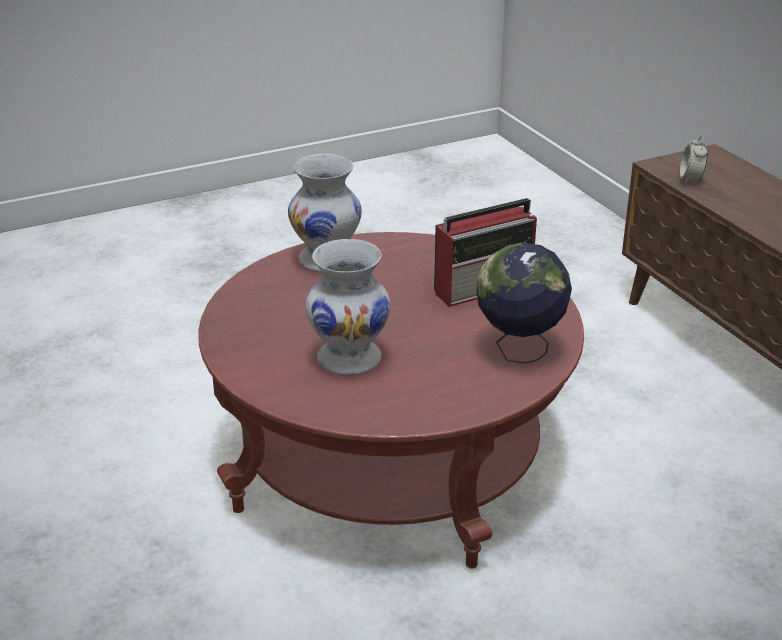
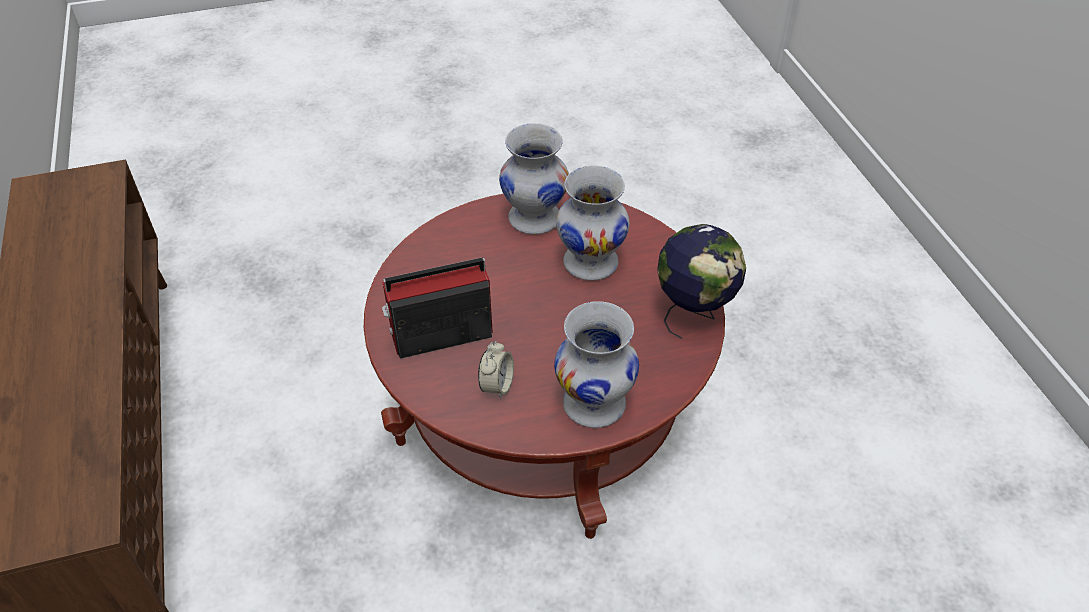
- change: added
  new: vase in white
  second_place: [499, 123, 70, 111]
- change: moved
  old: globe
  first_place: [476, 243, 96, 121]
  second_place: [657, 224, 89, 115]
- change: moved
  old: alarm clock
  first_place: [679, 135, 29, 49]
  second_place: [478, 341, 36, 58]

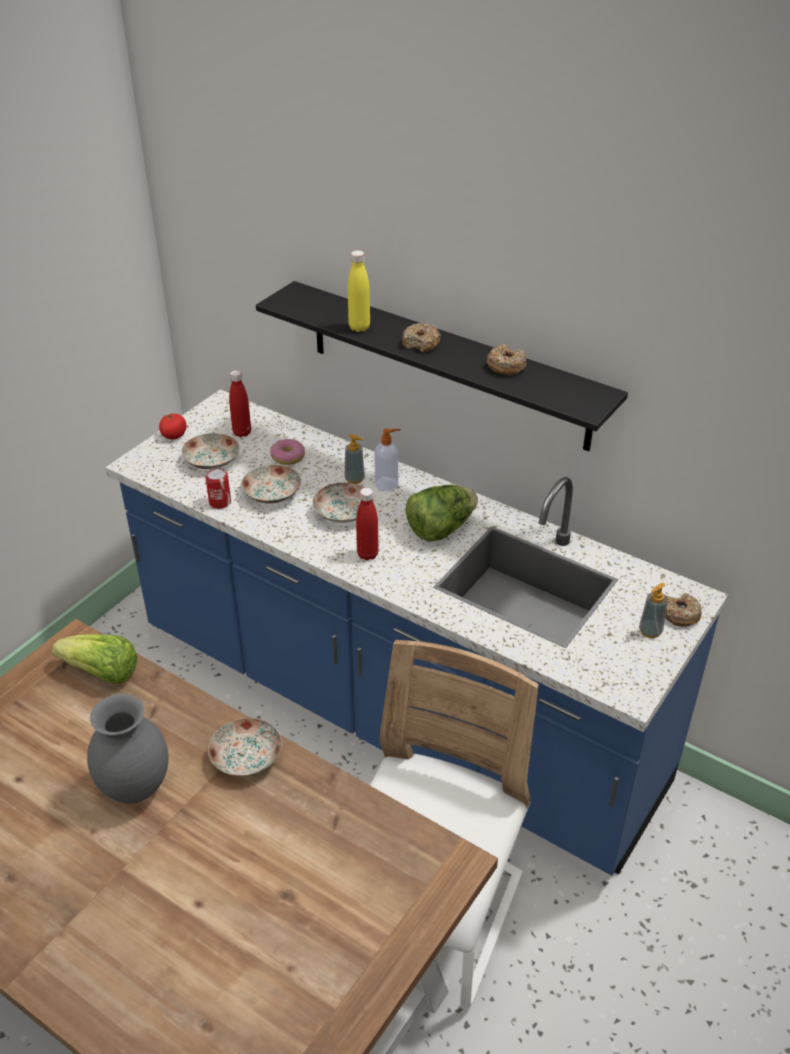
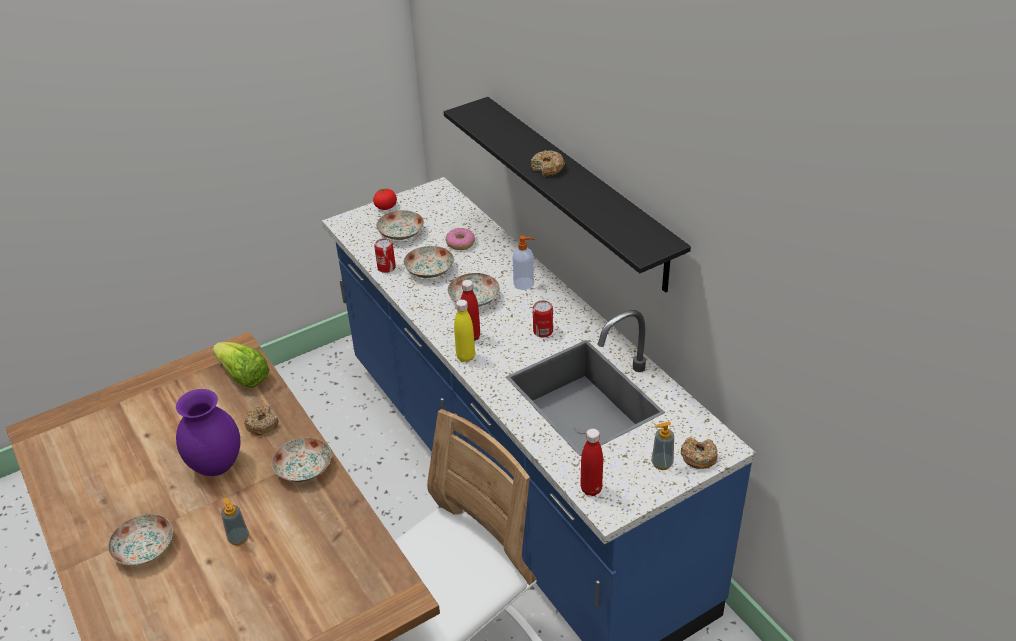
- change: added
  new: plate
  second_place: [108, 514, 65, 52]
- change: moved
  old: bottle in red
  first_place: [229, 370, 22, 67]
  second_place: [580, 428, 23, 68]
- change: moved
  old: soap dispenser
  first_place: [345, 434, 20, 50]
  second_place: [221, 498, 28, 47]
- change: moved
  old: bottle in yellow
  first_place: [348, 250, 22, 82]
  second_place: [454, 299, 21, 63]
- change: moved
  old: donut
  first_place: [487, 344, 40, 32]
  second_place: [244, 405, 35, 30]
- change: replaced
  old: lettuce
  new: can
  first_place: [405, 485, 73, 57]
  second_place: [533, 300, 20, 37]
- change: recoloured
  old: vase in grey
  new: vase in purple
  first_place: [87, 694, 82, 109]
  second_place: [176, 389, 65, 87]

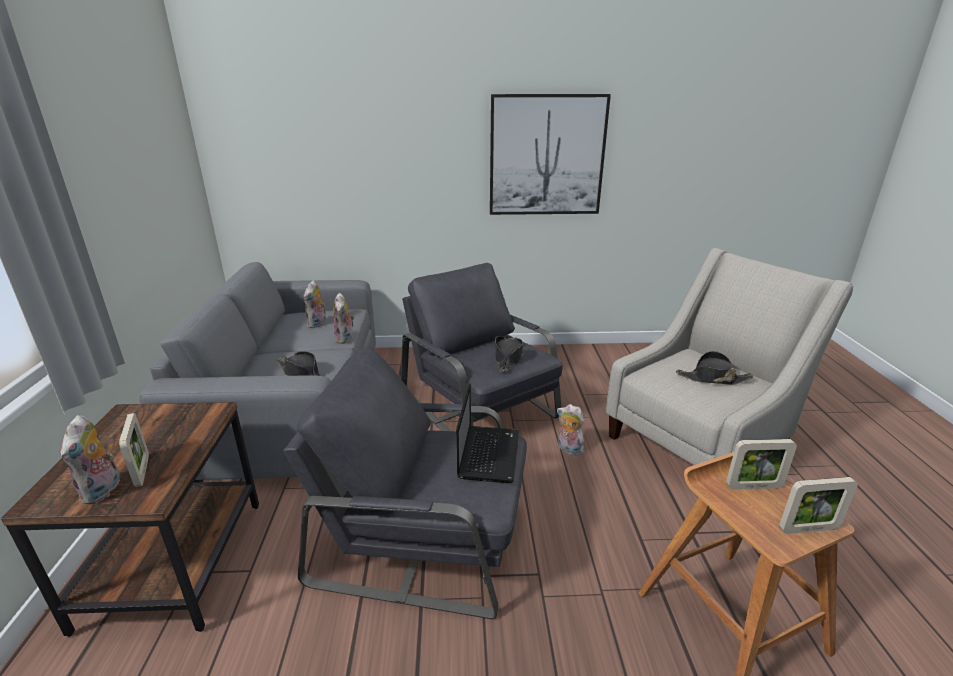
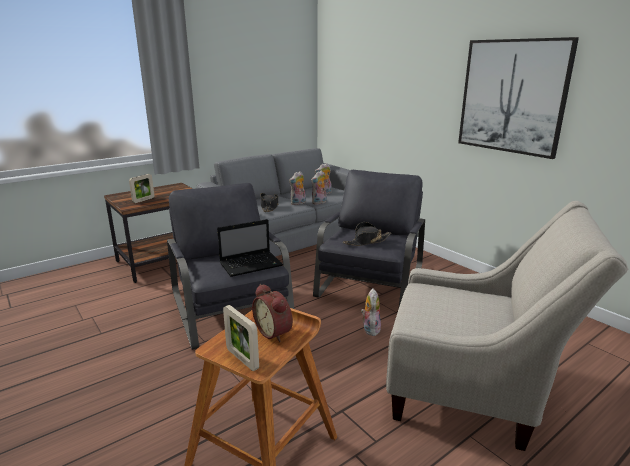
- change: removed
  old: hat in black
  first_place: [676, 351, 78, 34]
- change: moved
  old: plush toy
  first_place: [60, 415, 60, 90]
  second_place: [289, 171, 17, 34]
- change: replaced
  old: picture frame
  new: alarm clock
  first_place: [726, 439, 71, 51]
  second_place: [252, 284, 41, 58]

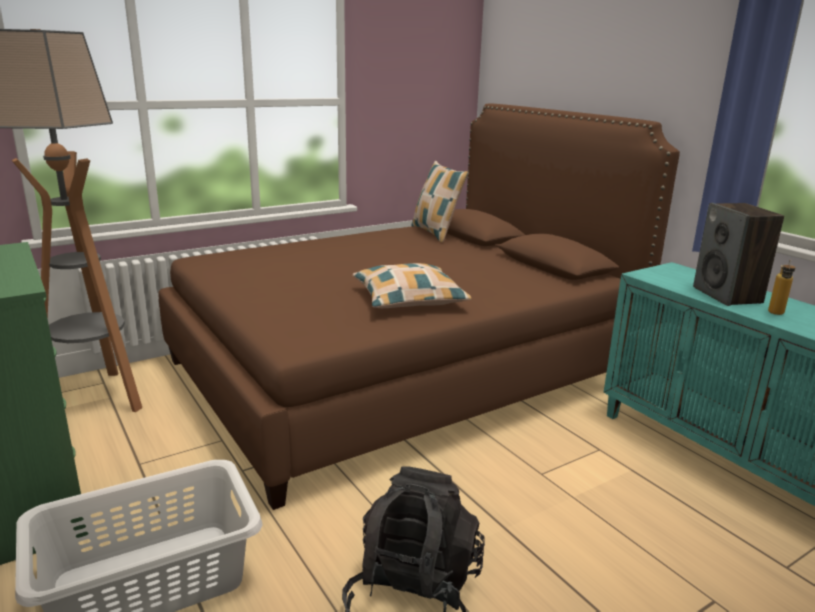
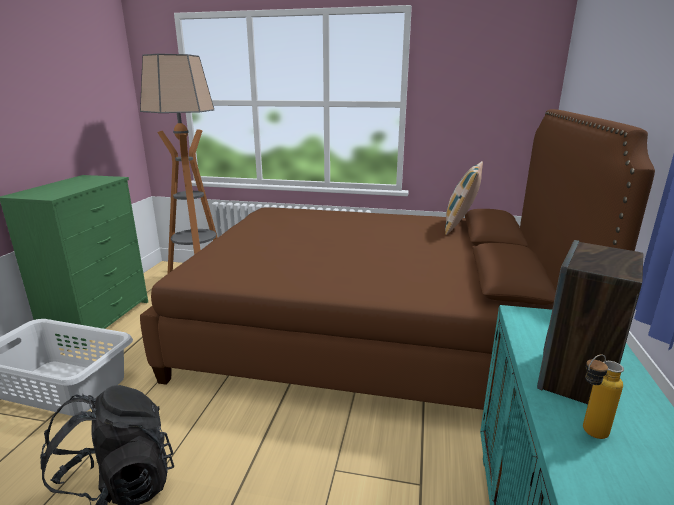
- change: removed
  old: pillow
  first_place: [353, 263, 118, 45]

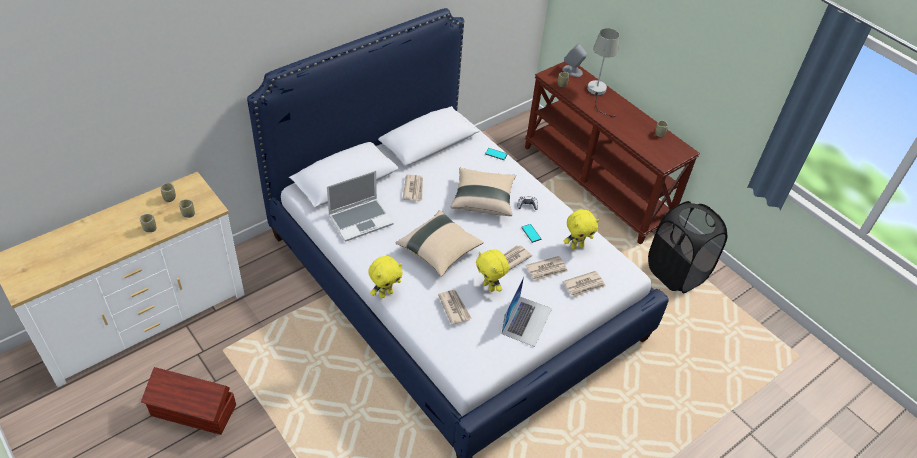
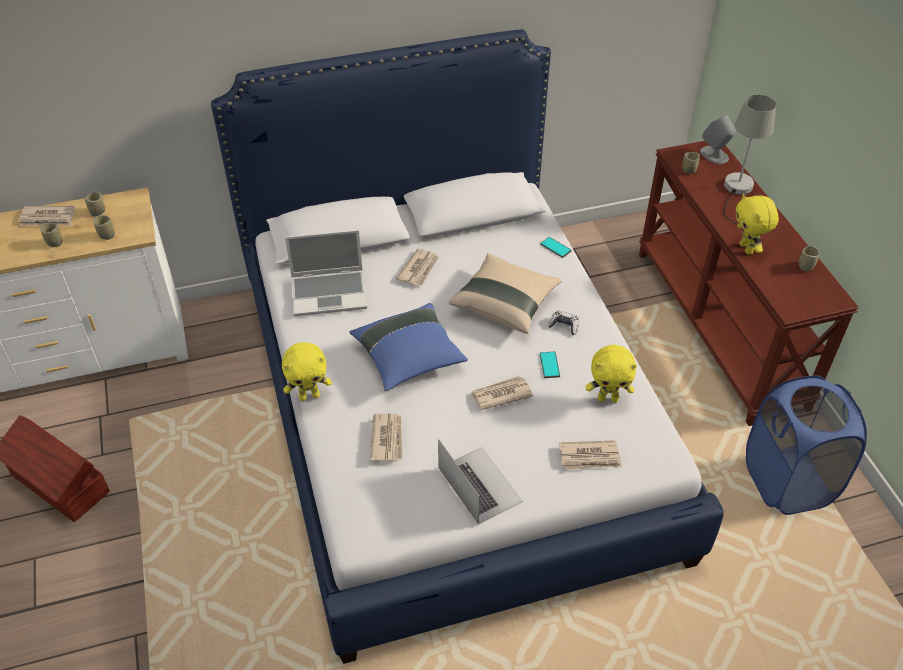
- change: moved
  old: plush toy in yellow
  first_place: [476, 249, 33, 43]
  second_place: [736, 194, 43, 60]
- change: moved
  old: newspaper
  first_place: [526, 256, 42, 25]
  second_place: [19, 206, 56, 20]
- change: recoloured
  old: pillow in beige
  new: pillow in blue
  first_place: [396, 210, 88, 67]
  second_place: [349, 303, 119, 88]
- change: recoloured
  old: laundry basket in black
  new: laundry basket in blue
  first_place: [648, 201, 79, 92]
  second_place: [746, 375, 121, 140]
- change: turned
  old: laptop
  first_place: [502, 277, 50, 70]
  second_place: [438, 439, 85, 86]
  degrees: -75

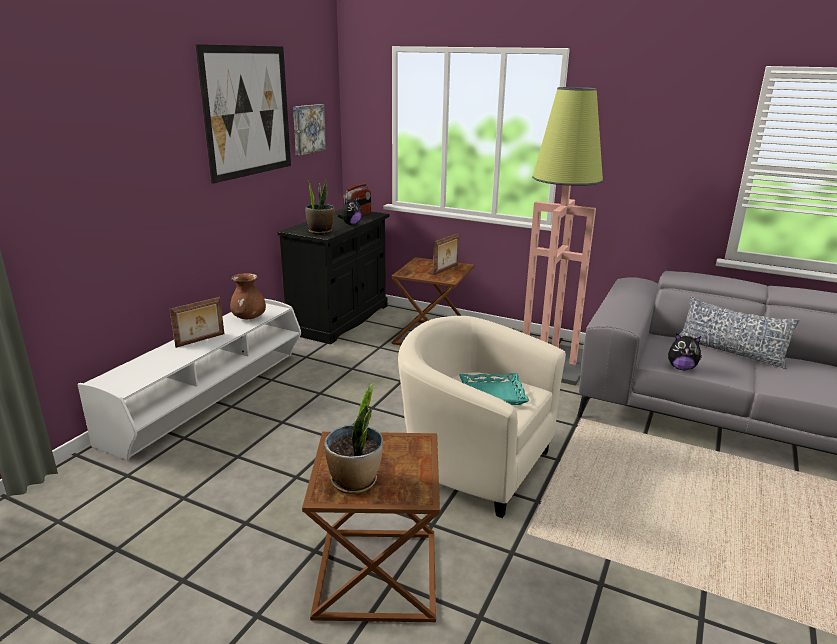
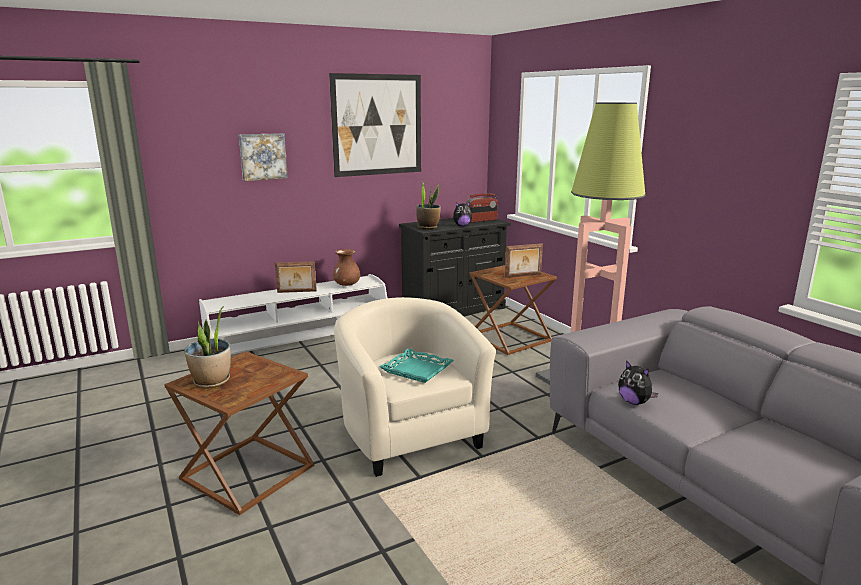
- change: removed
  old: pillow
  first_place: [675, 296, 125, 73]
- change: moved
  old: picture
  first_place: [293, 104, 33, 52]
  second_place: [238, 133, 50, 48]

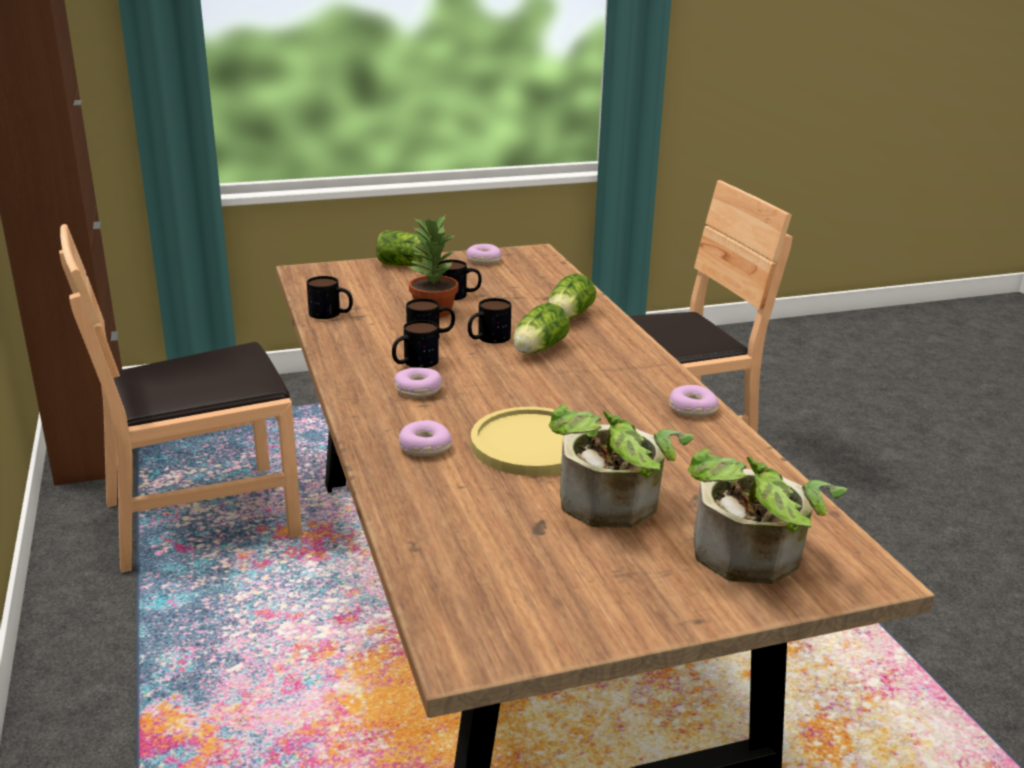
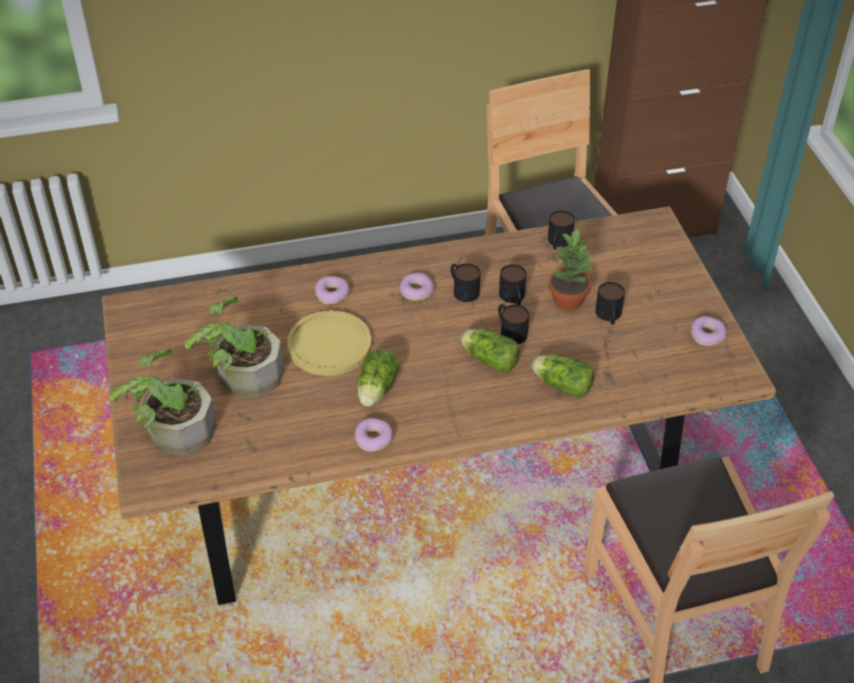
- change: moved
  old: lettuce
  first_place: [376, 230, 50, 36]
  second_place: [357, 349, 42, 57]

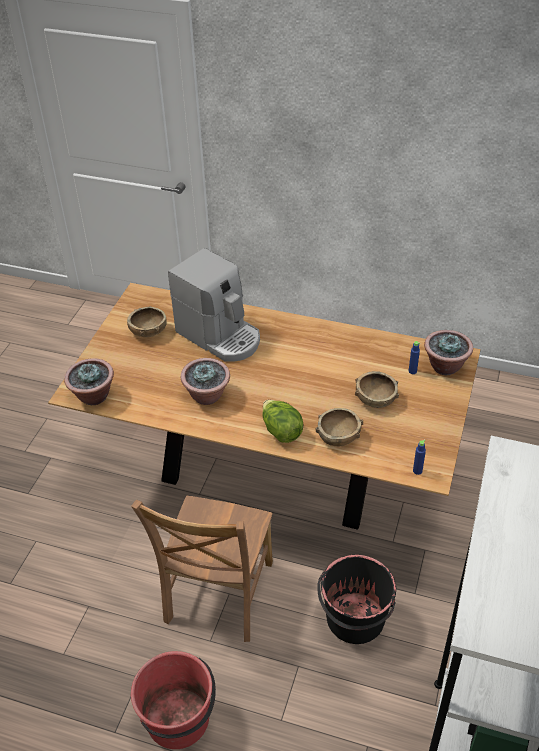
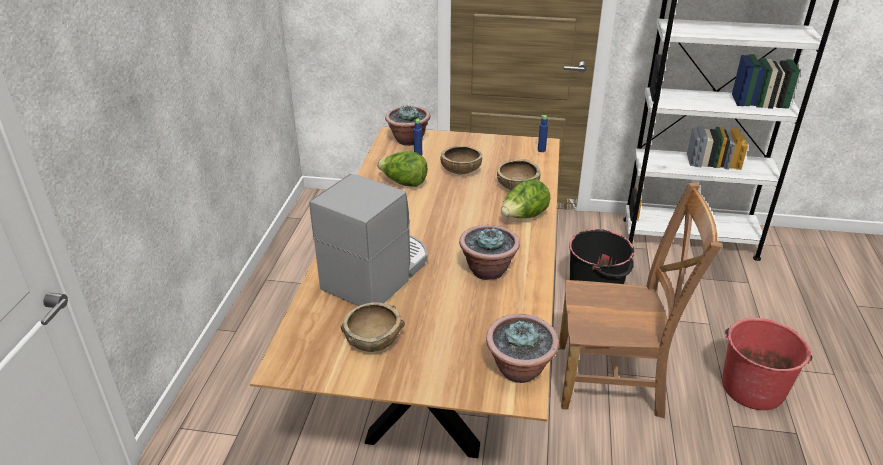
- change: added
  new: lettuce
  second_place: [377, 151, 50, 36]

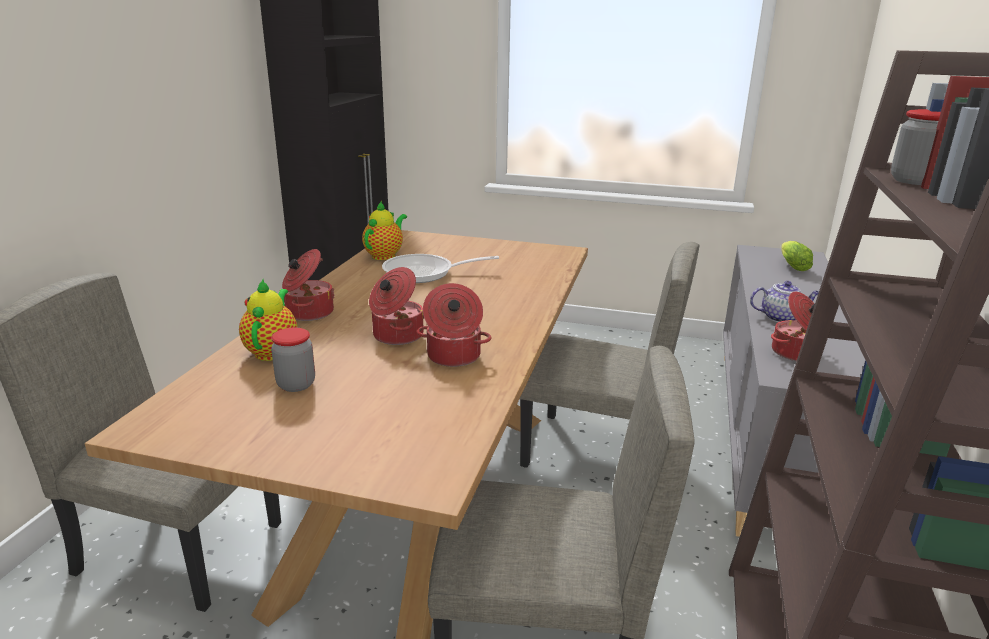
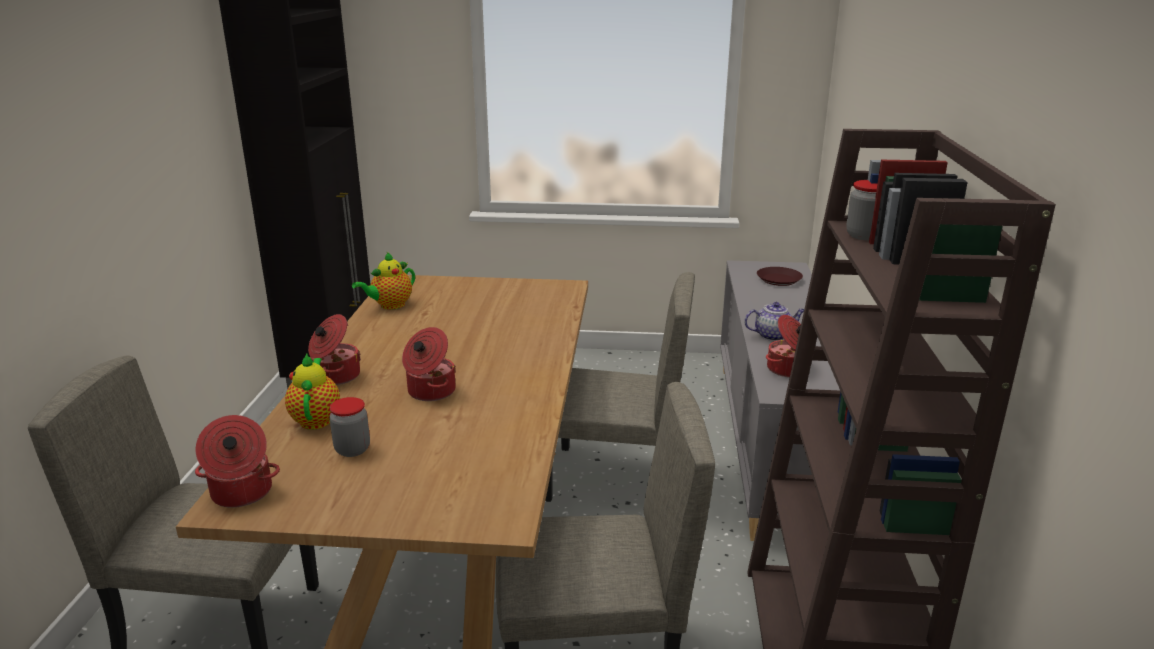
- change: removed
  old: frying pan
  first_place: [382, 254, 117, 29]
- change: moved
  old: cooking pot
  first_place: [416, 283, 75, 84]
  second_place: [195, 415, 85, 93]
- change: replaced
  old: lettuce
  new: plate in brown
  first_place: [781, 241, 32, 30]
  second_place: [757, 267, 46, 19]
- change: turned
  old: teapot
  first_place: [362, 201, 45, 59]
  second_place: [352, 252, 63, 58]
  degrees: -150

